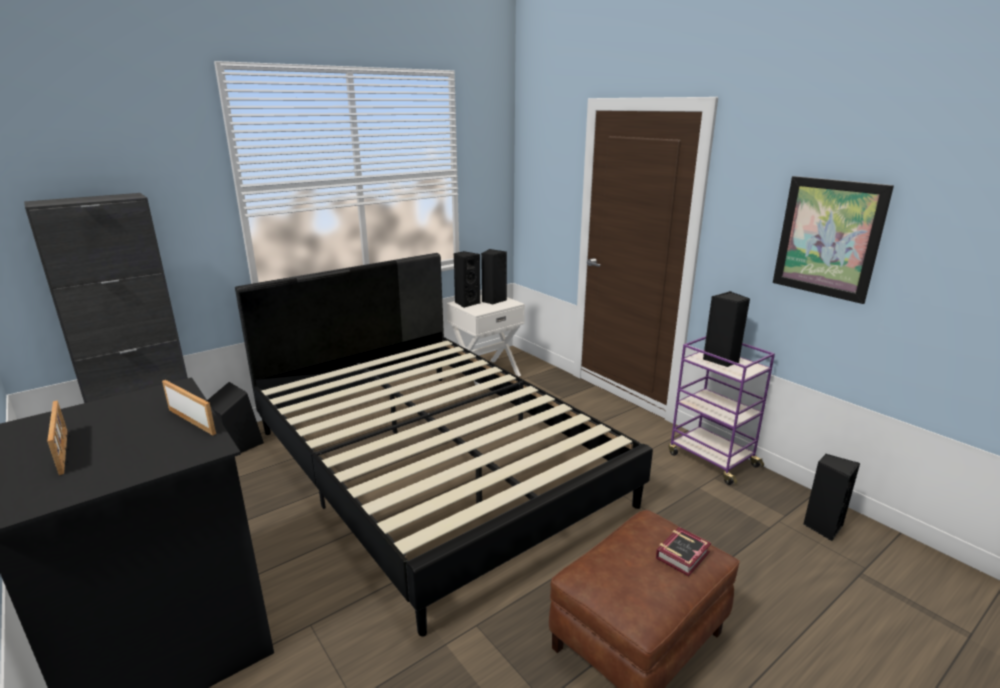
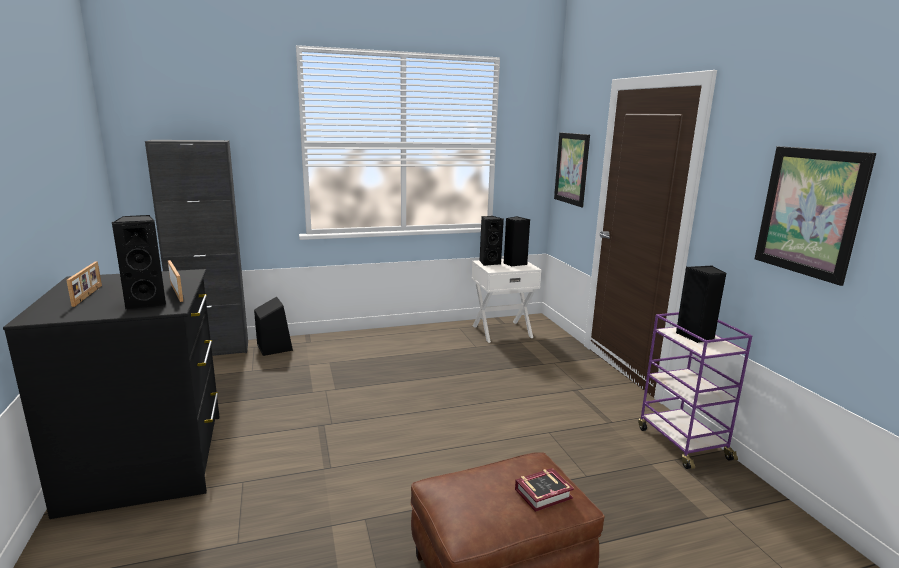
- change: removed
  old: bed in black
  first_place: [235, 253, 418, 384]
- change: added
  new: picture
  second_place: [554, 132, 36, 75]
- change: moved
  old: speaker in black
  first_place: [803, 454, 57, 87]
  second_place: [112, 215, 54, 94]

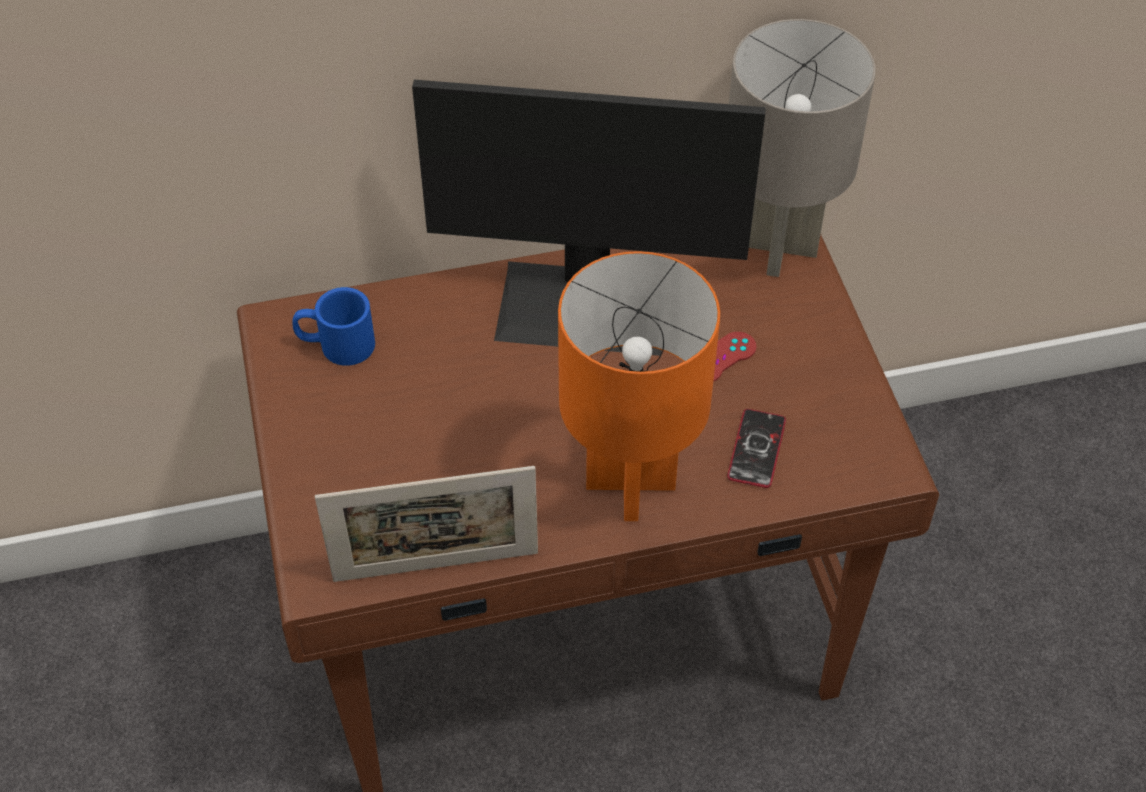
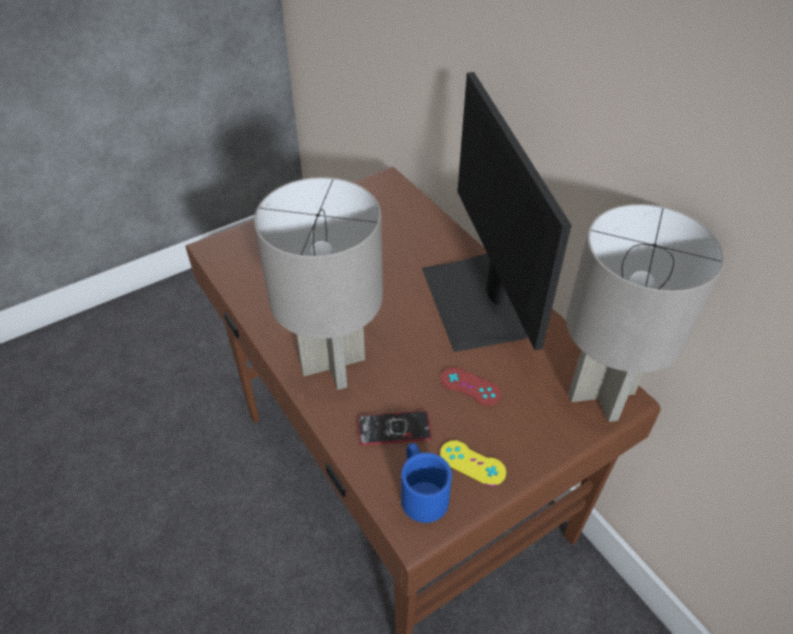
- change: removed
  old: picture frame
  first_place: [315, 466, 223, 116]
- change: added
  new: game controller in yellow
  second_place: [440, 440, 66, 46]
- change: moved
  old: mug in blue
  first_place: [292, 287, 83, 79]
  second_place: [401, 443, 51, 80]
- change: recoloured
  old: table lamp in orange
  new: table lamp in grey
  first_place: [558, 251, 162, 270]
  second_place: [254, 177, 129, 213]

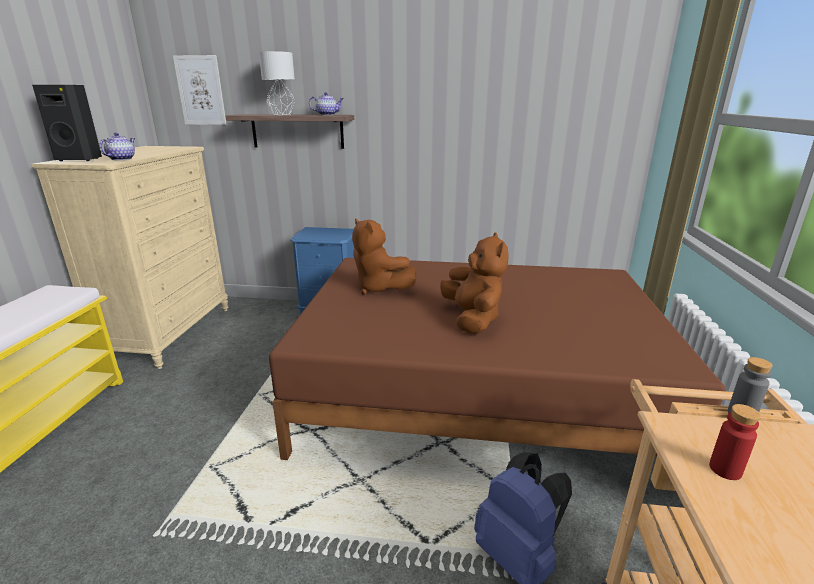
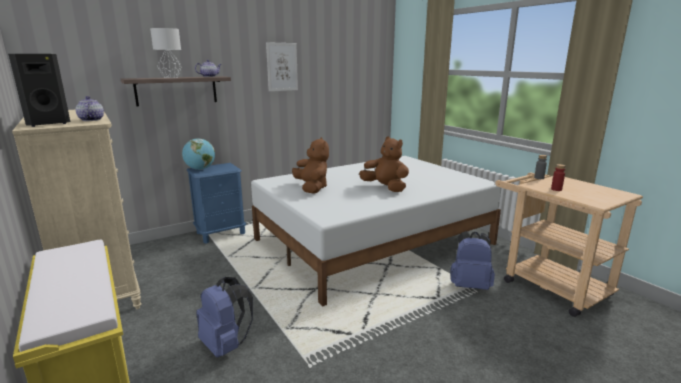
- change: added
  new: globe
  second_place: [182, 138, 33, 32]
- change: added
  new: backpack in blue
  second_place: [196, 277, 57, 81]
- change: moved
  old: picture
  first_place: [173, 55, 54, 70]
  second_place: [266, 42, 32, 49]
- change: recoloured
  old: bed in brown
  new: bed in white
  first_place: [269, 258, 456, 202]
  second_place: [251, 156, 250, 151]
- change: turned
  old: plush toy in brown
  first_place: [352, 218, 65, 77]
  second_place: [292, 137, 37, 56]
  degrees: -120

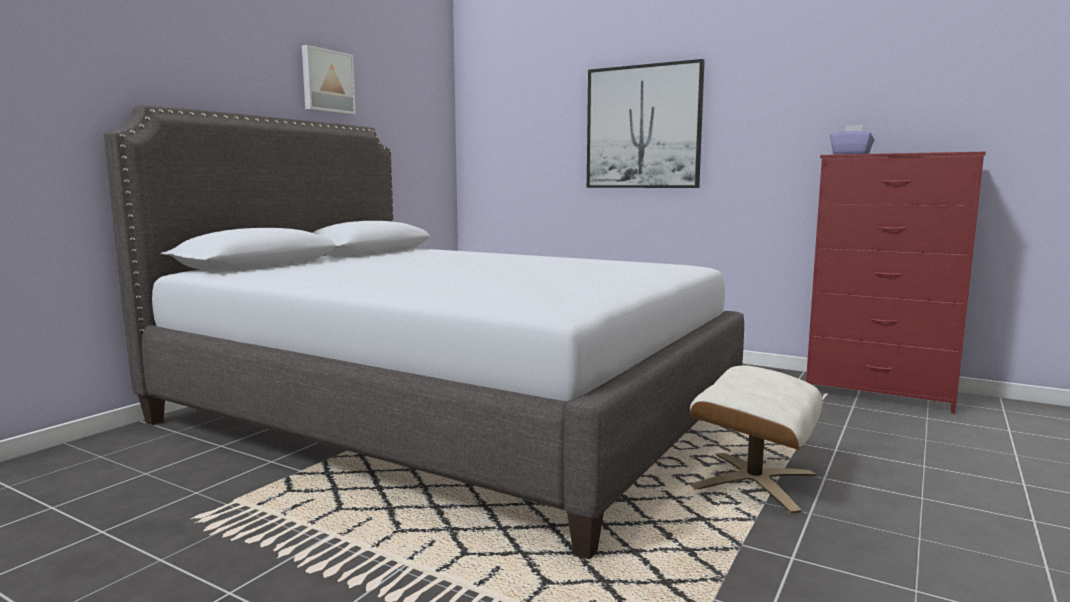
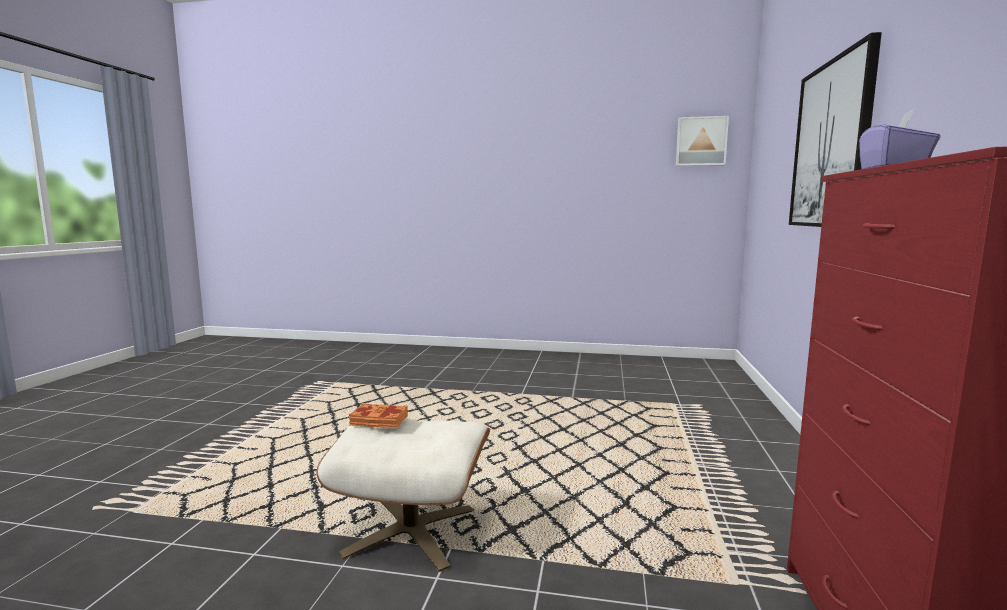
- change: removed
  old: bed in grey
  first_place: [104, 105, 640, 455]
- change: added
  new: book in orange
  second_place: [349, 403, 59, 25]
- change: moved
  old: picture
  first_place: [302, 45, 54, 70]
  second_place: [676, 116, 53, 50]

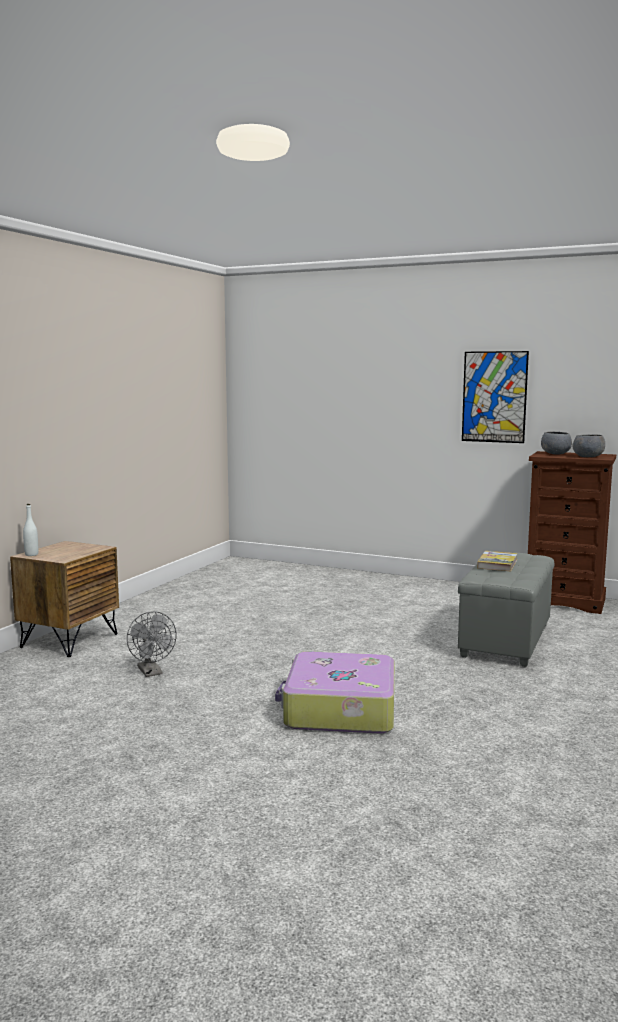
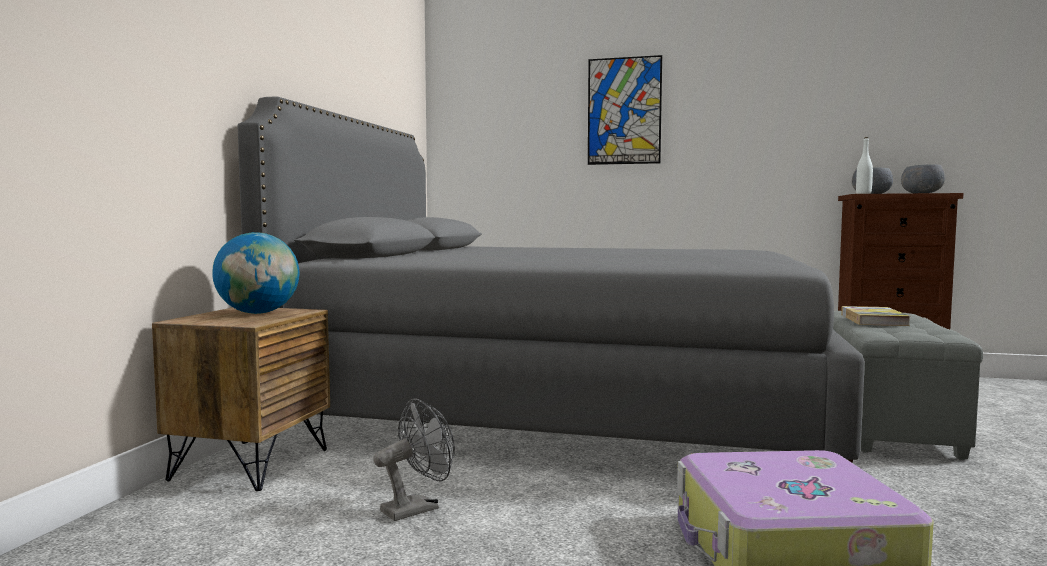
- change: added
  new: globe
  second_place: [212, 232, 88, 82]
- change: added
  new: bed in grey
  second_place: [238, 97, 627, 366]
- change: moved
  old: bottle in white
  first_place: [23, 504, 15, 52]
  second_place: [856, 137, 17, 57]
- change: moved
  old: picture
  first_place: [462, 351, 67, 92]
  second_place: [588, 55, 74, 110]
- change: turned
  old: fan in grey
  first_place: [127, 611, 50, 66]
  second_place: [373, 398, 82, 123]
  degrees: -90

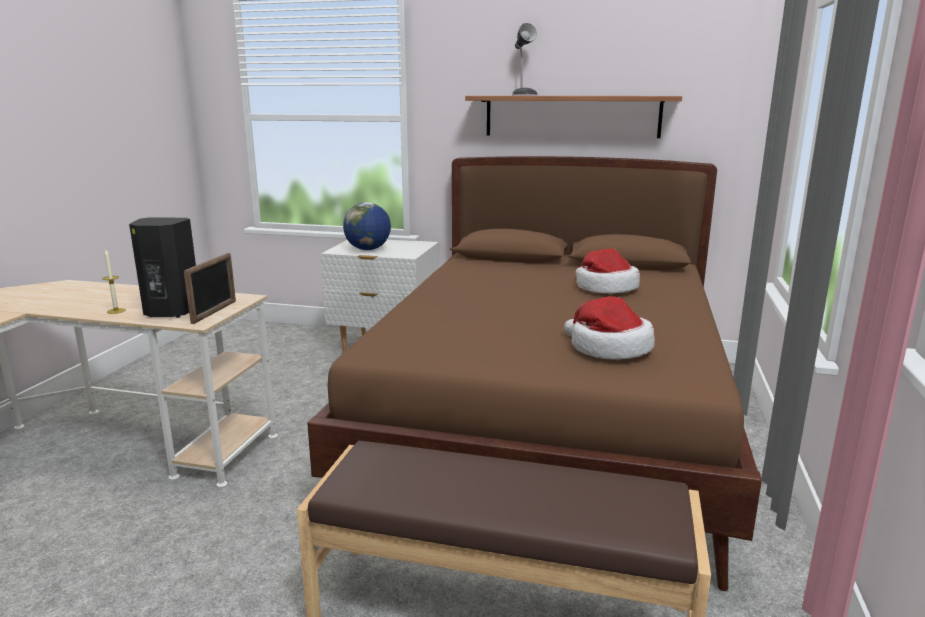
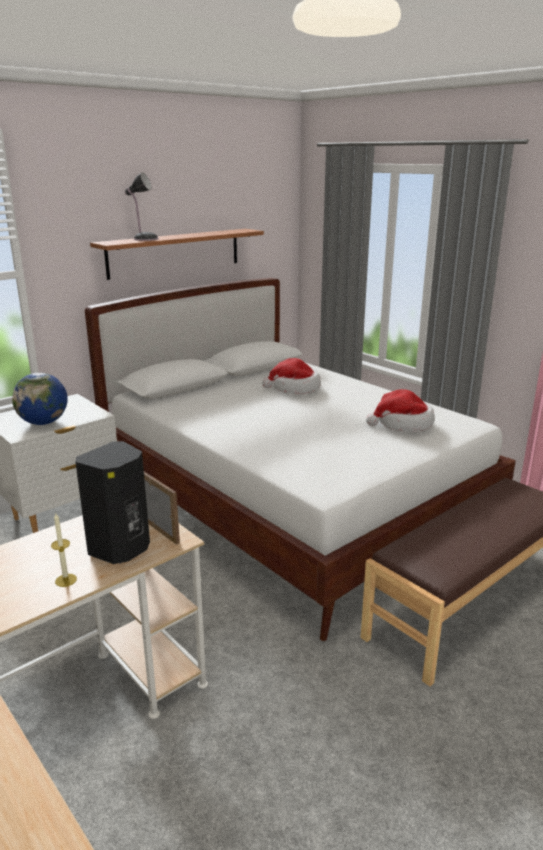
- change: recoloured
  old: bed in brown
  new: bed in white
  first_place: [307, 156, 455, 435]
  second_place: [85, 278, 431, 363]

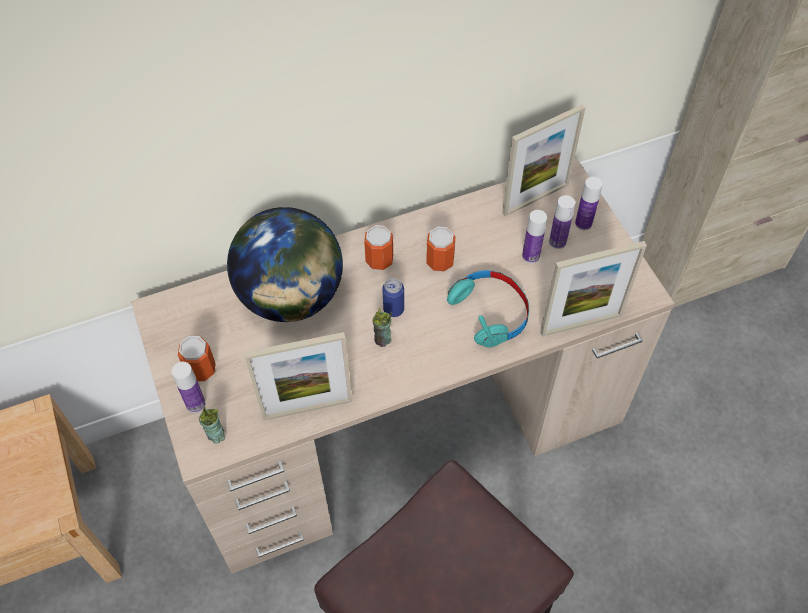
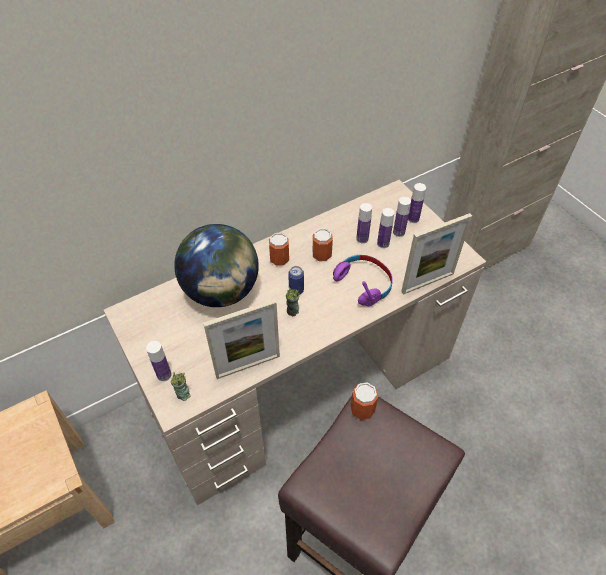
- change: removed
  old: picture frame
  first_place: [502, 104, 84, 112]
- change: added
  new: bottle
  second_place: [356, 203, 16, 40]
- change: moved
  old: can
  first_place: [178, 336, 38, 45]
  second_place: [350, 382, 28, 38]
- change: recoloured
  old: headphones in turquoise
  new: headphones in purple
  first_place: [447, 270, 82, 77]
  second_place: [333, 255, 59, 51]

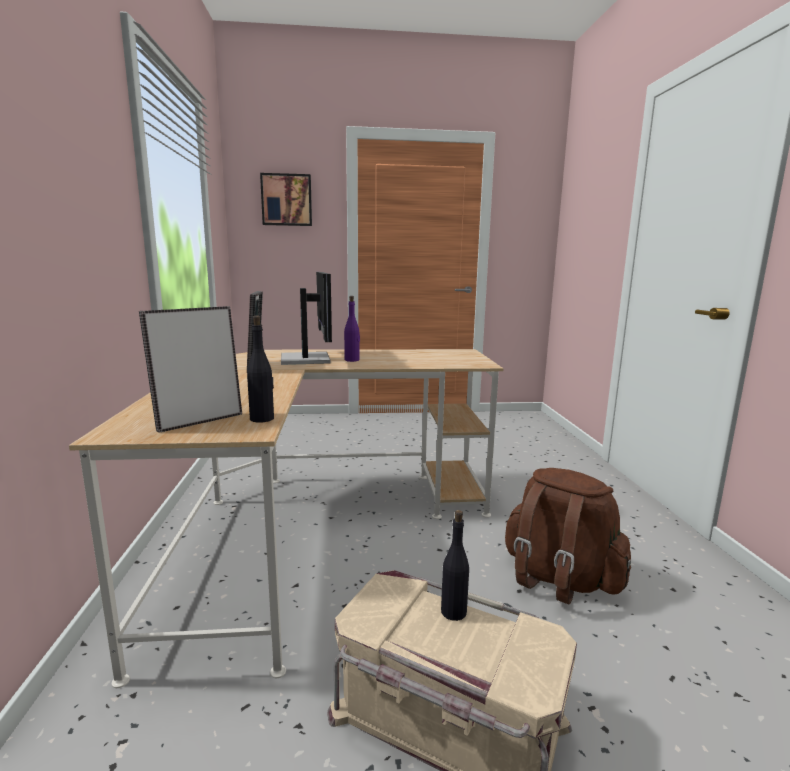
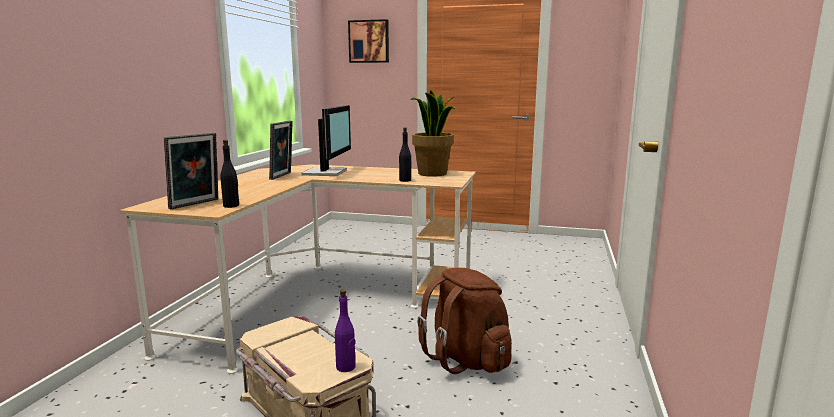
- change: added
  new: potted plant
  second_place: [410, 91, 45, 86]
- change: moved
  old: bottle in purple
  first_place: [344, 296, 16, 66]
  second_place: [335, 289, 20, 83]
- change: moved
  old: bottle in black
  first_place: [441, 510, 28, 111]
  second_place: [399, 127, 12, 55]
- change: turned
  old: picture frame
  first_place: [139, 306, 103, 127]
  second_place: [164, 133, 54, 76]
  degrees: 150

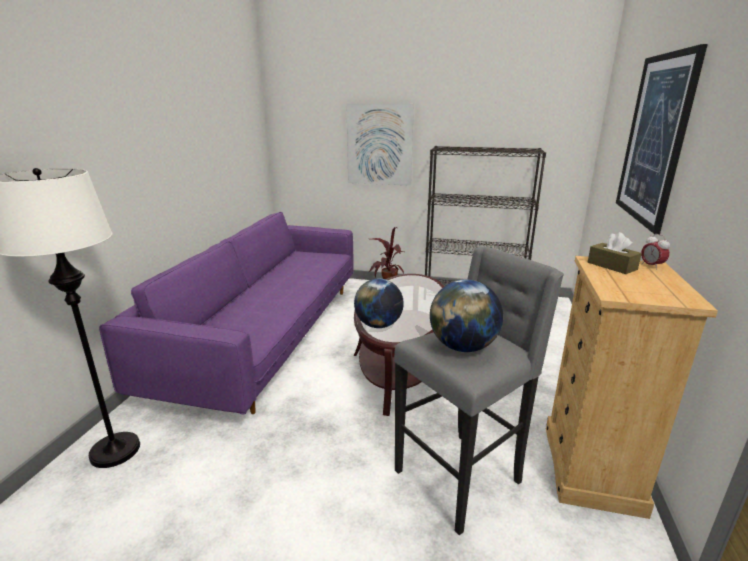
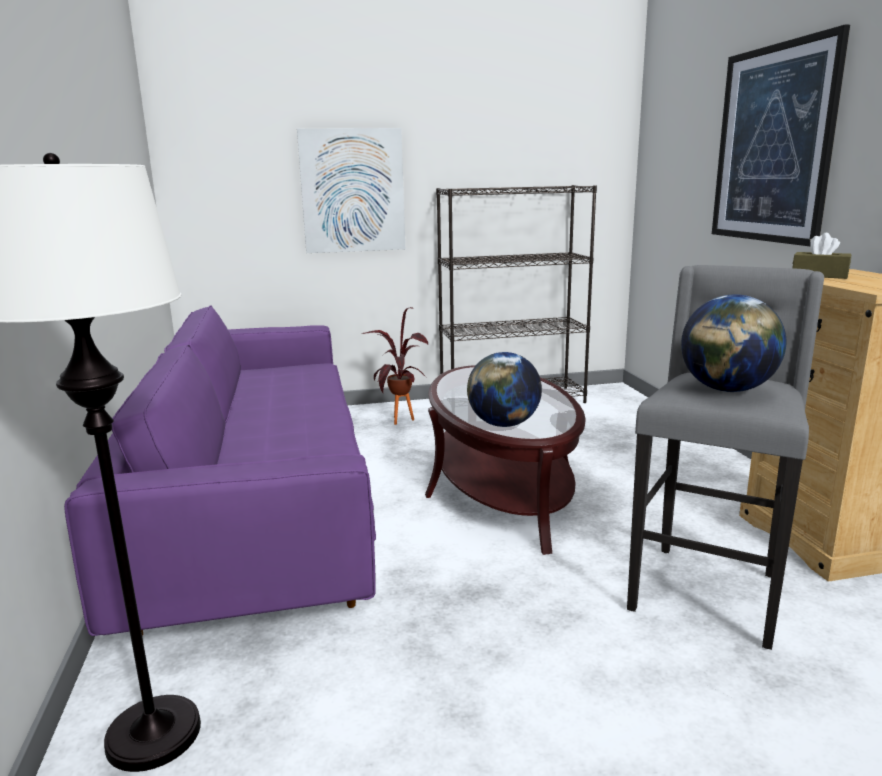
- change: removed
  old: alarm clock
  first_place: [641, 234, 29, 36]

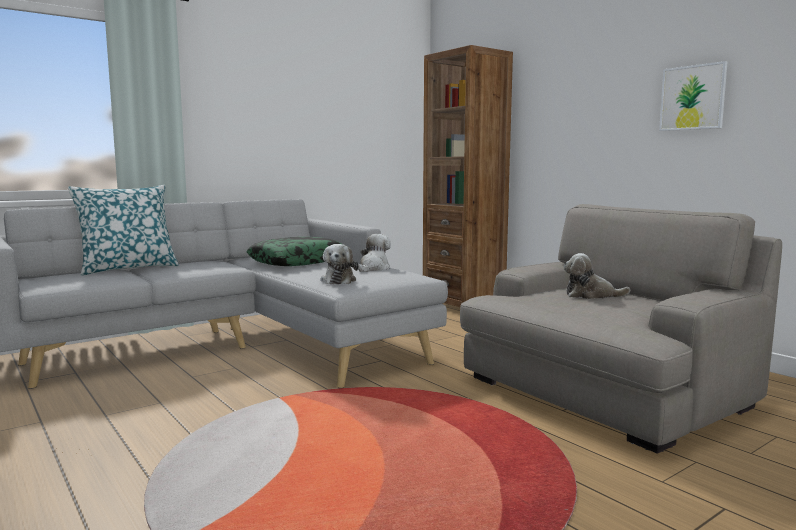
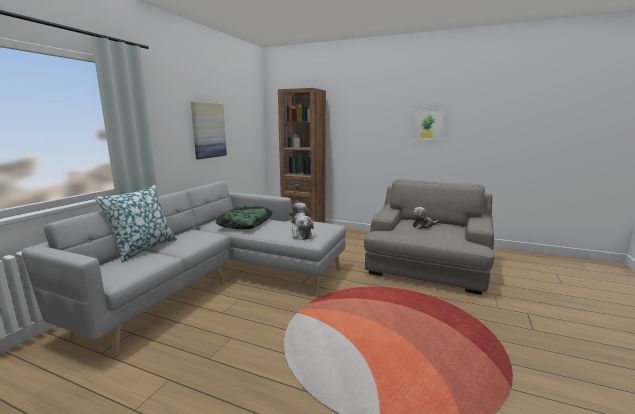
- change: added
  new: picture
  second_place: [191, 102, 36, 57]

